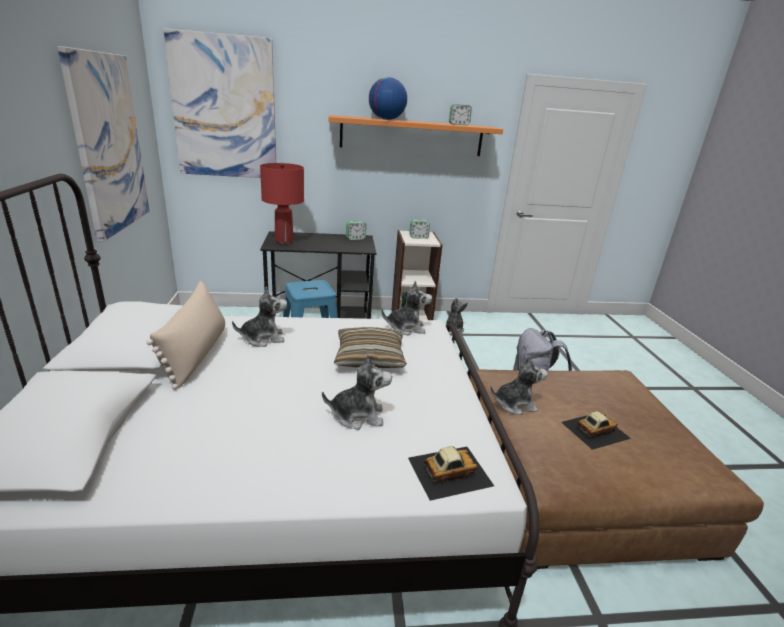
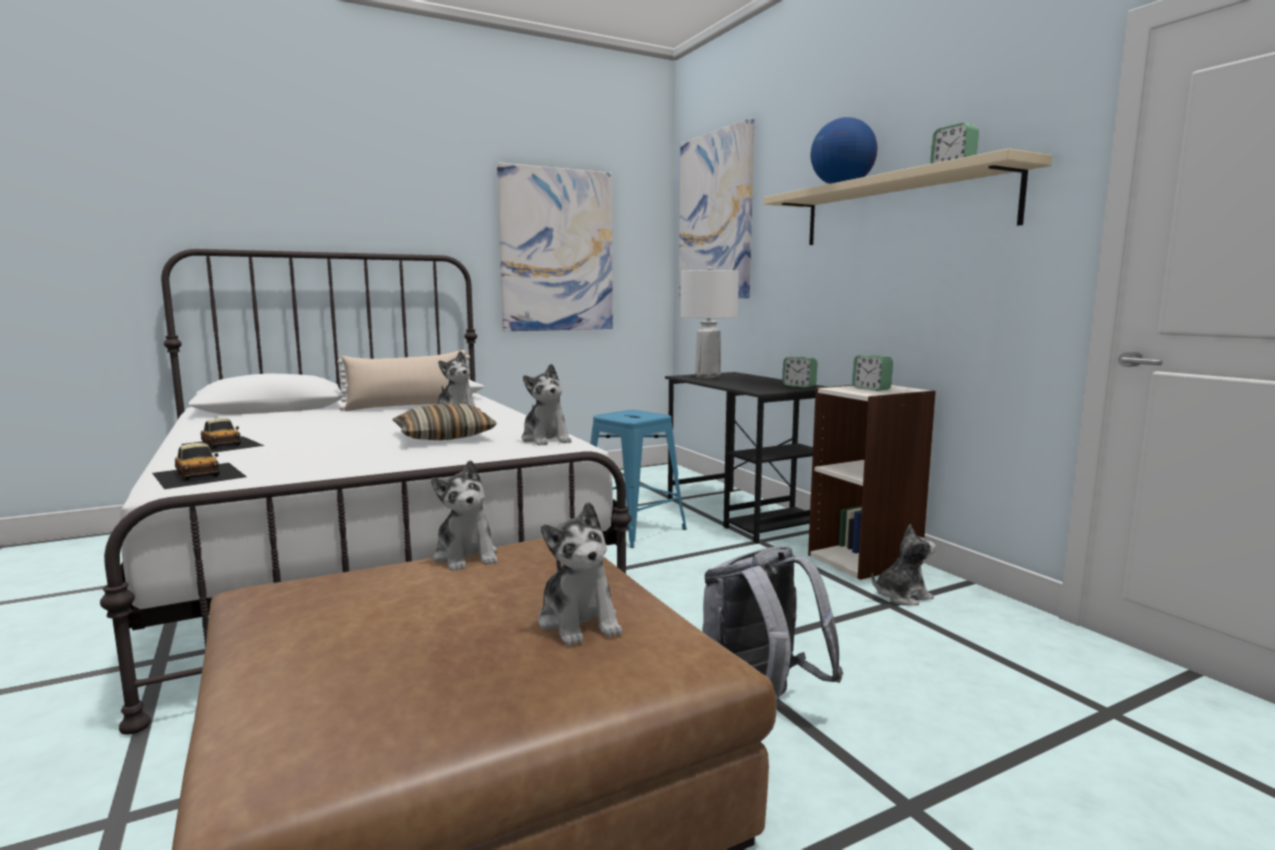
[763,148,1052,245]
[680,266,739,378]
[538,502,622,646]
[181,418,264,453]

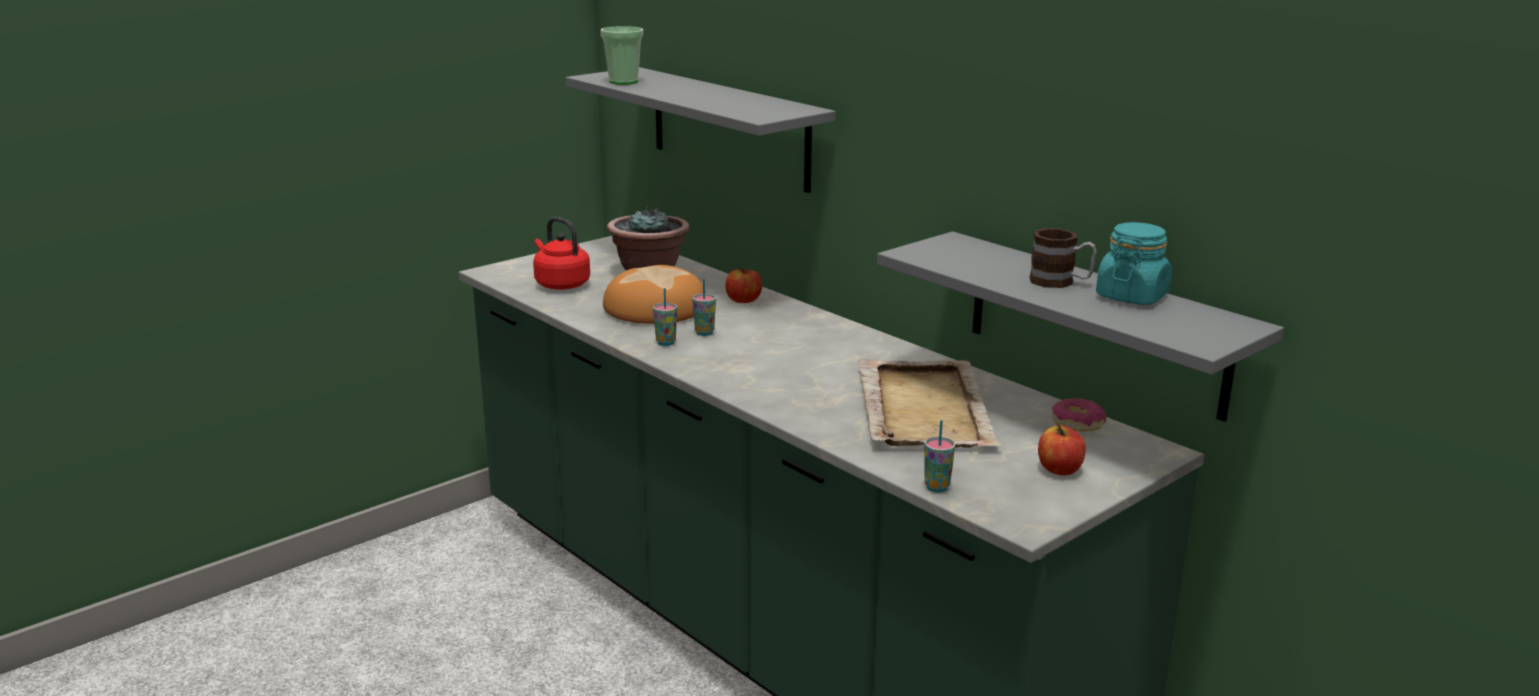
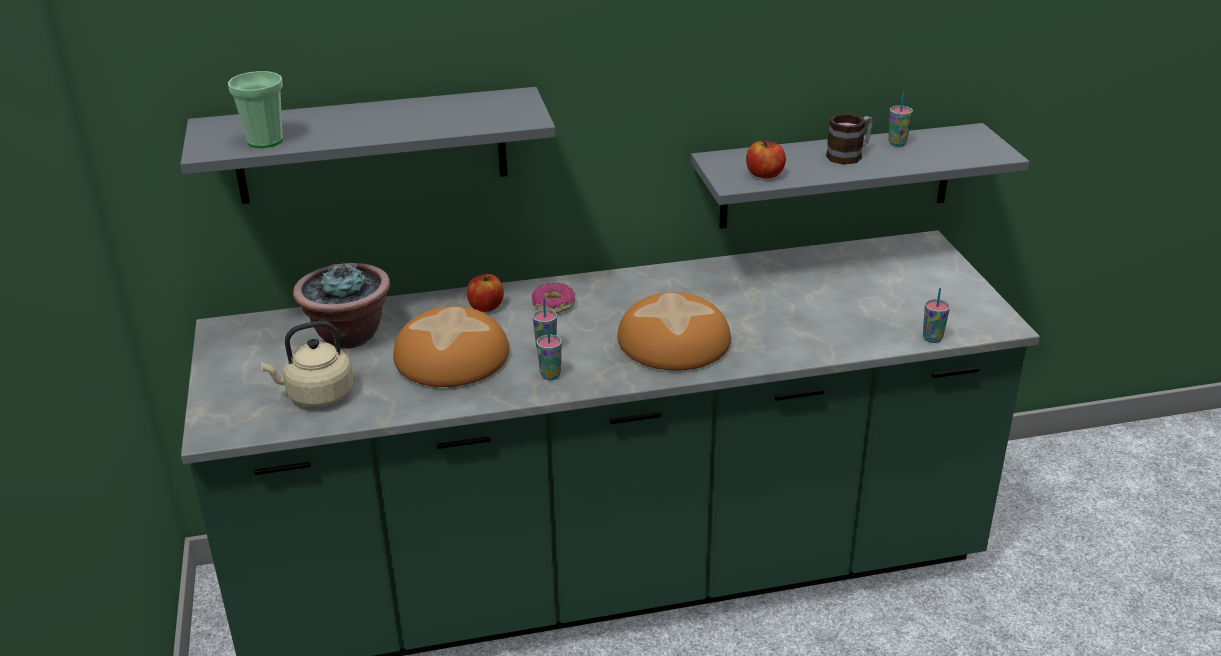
[260,321,354,407]
[888,92,913,147]
[859,359,1001,448] (first image)
[532,282,575,313]
[746,141,786,179]
[618,292,731,371]

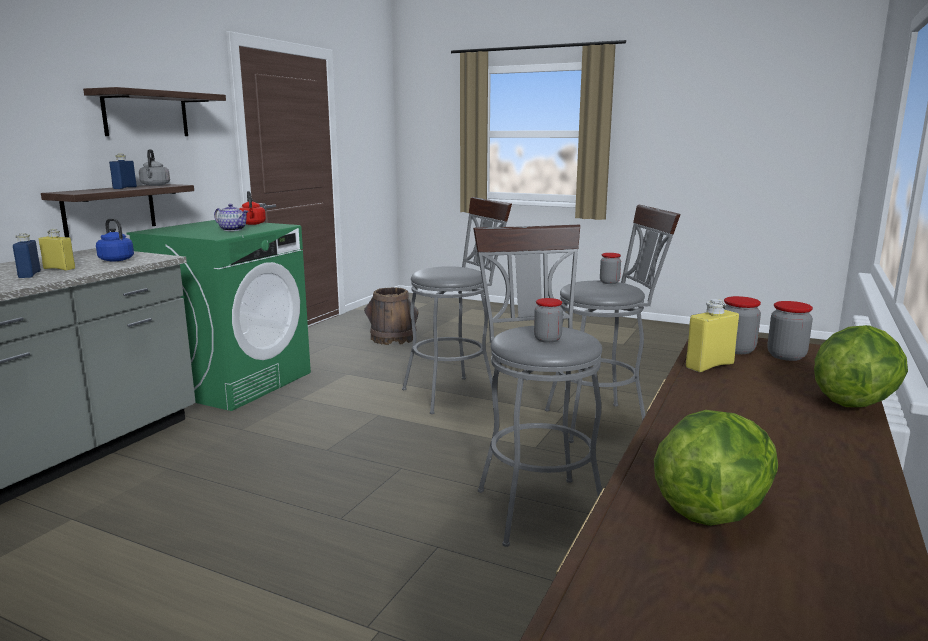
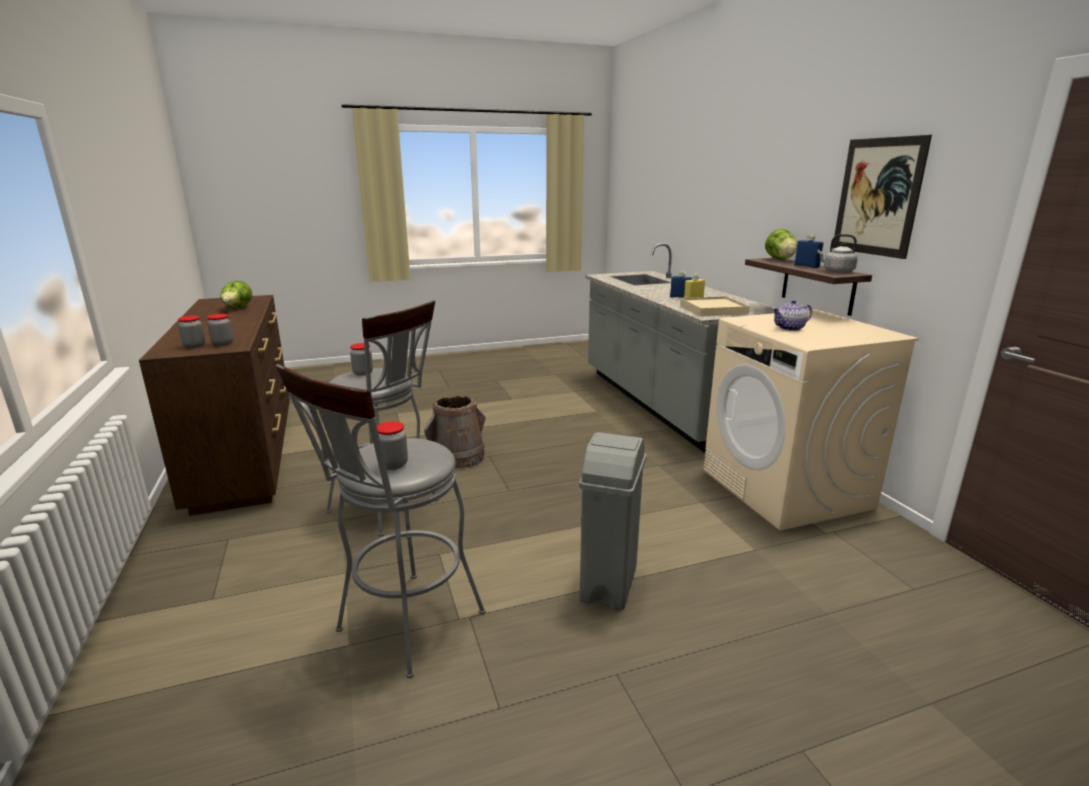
[833,135,932,259]
[240,191,266,225] (first image)
[579,432,646,610]
[680,296,750,316]
[703,310,919,531]
[424,396,485,468]
[686,299,739,372] (first image)
[765,229,797,260]

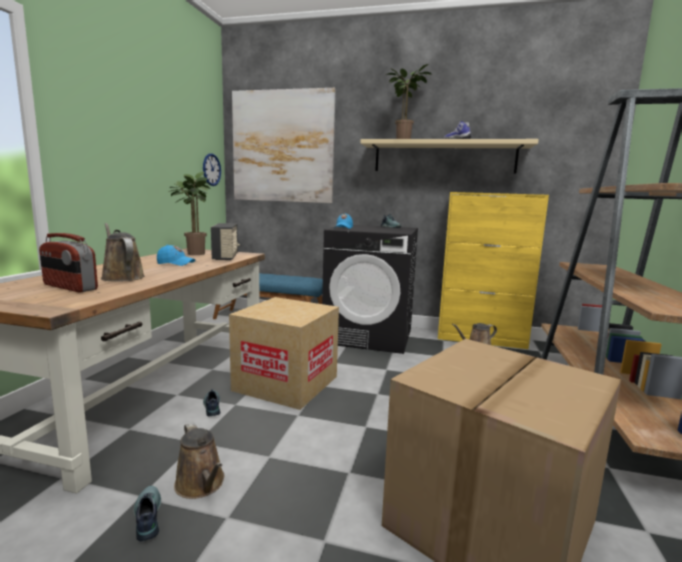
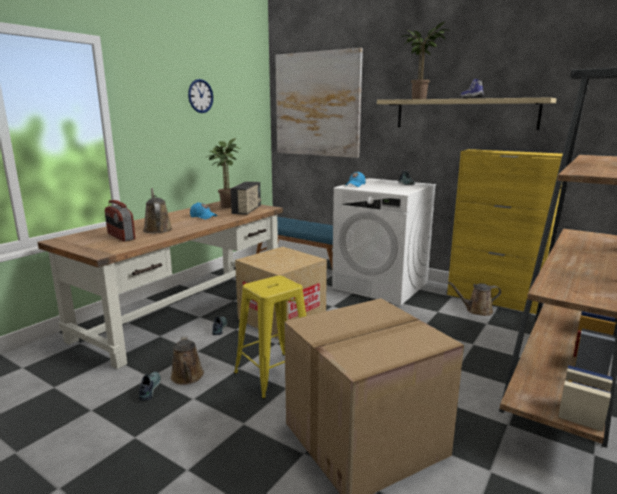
[188,79,213,113]
[332,178,436,305]
[234,276,306,399]

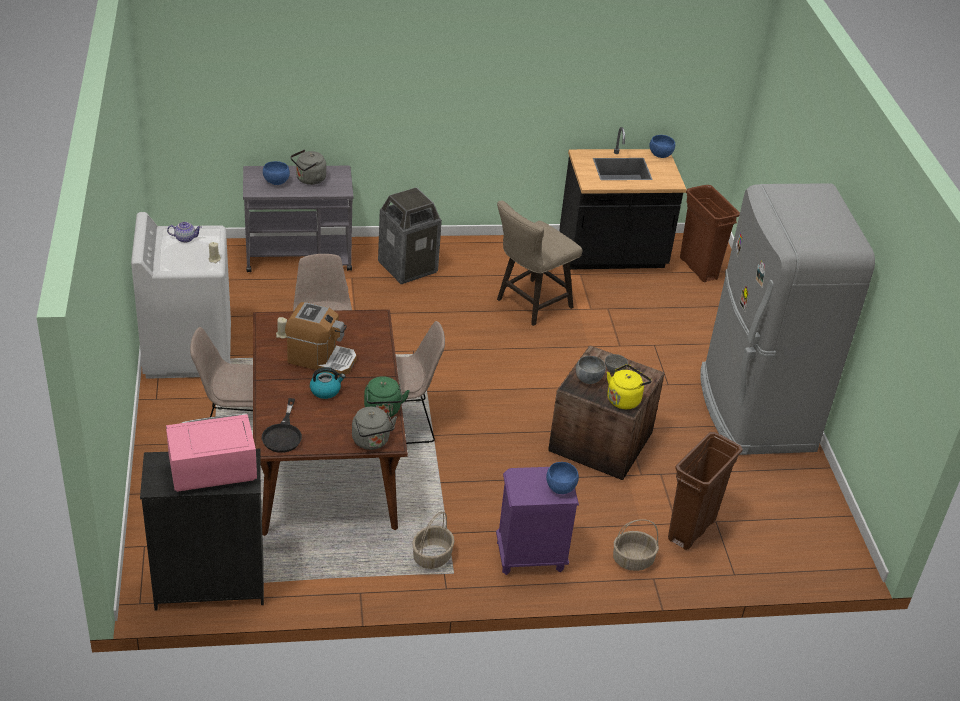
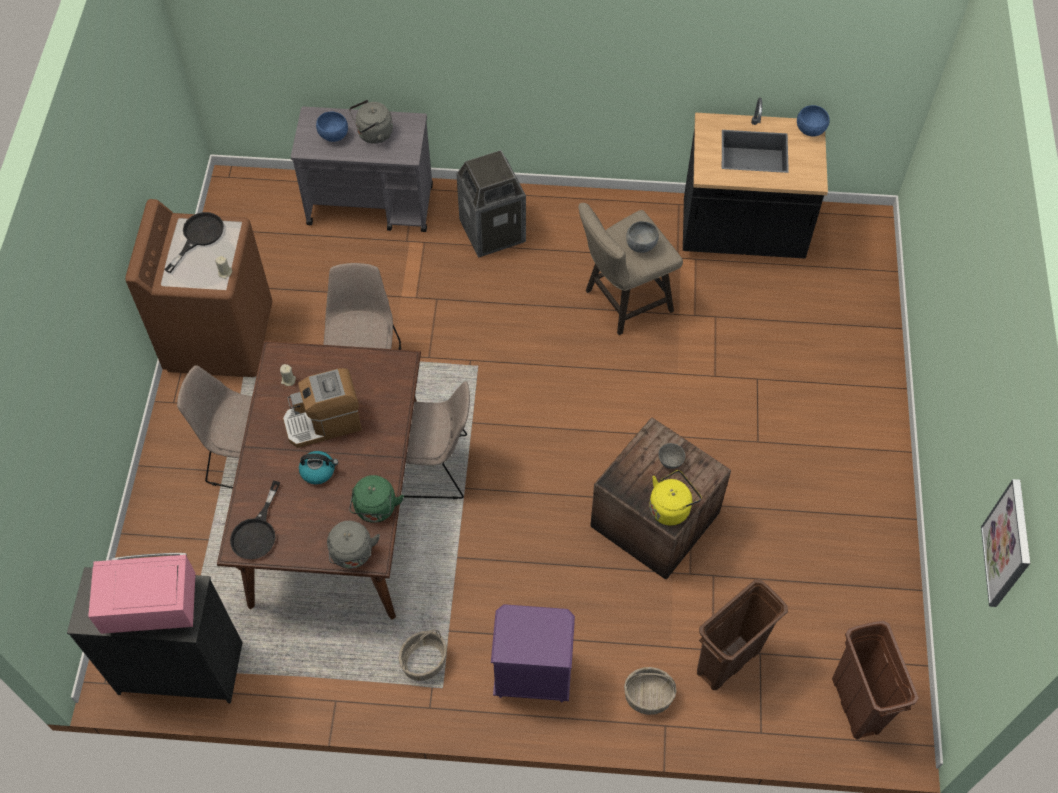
[700,183,875,455] (first image)
[832,621,919,740]
[125,199,272,377]
[164,212,224,273]
[283,368,362,448]
[626,221,659,253]
[546,462,579,494] (first image)
[981,479,1030,607]

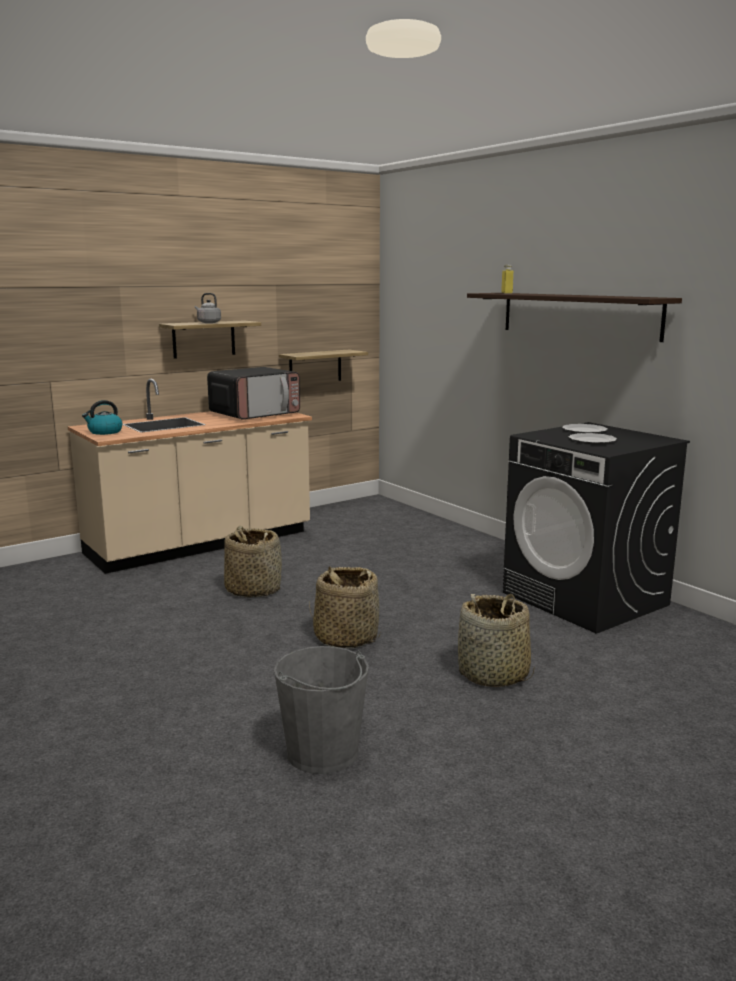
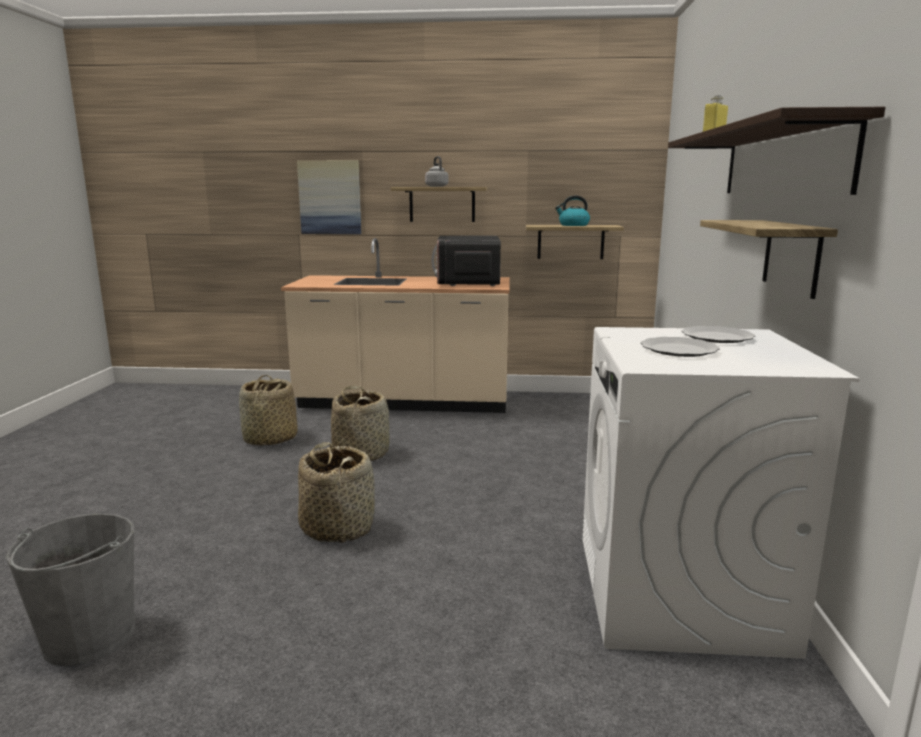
[431,236,501,286]
[555,195,590,226]
[582,327,860,659]
[239,375,297,446]
[297,160,361,234]
[700,220,838,299]

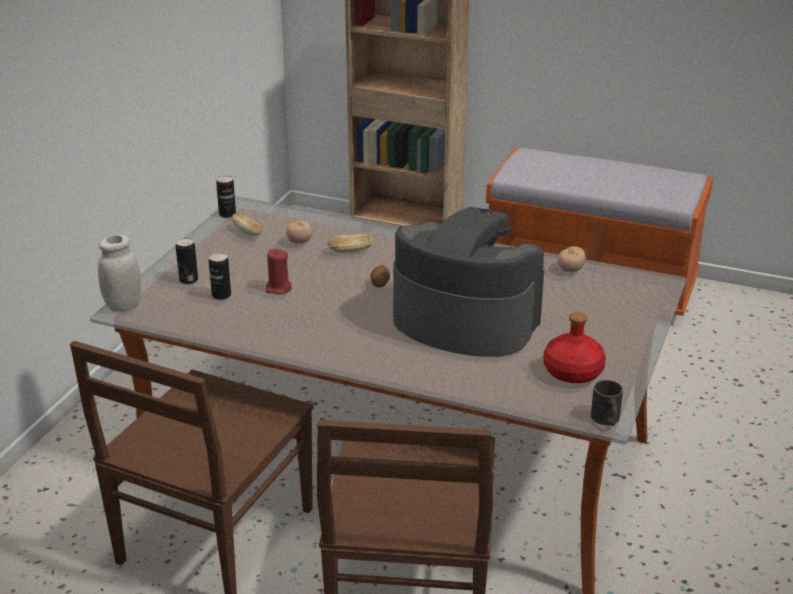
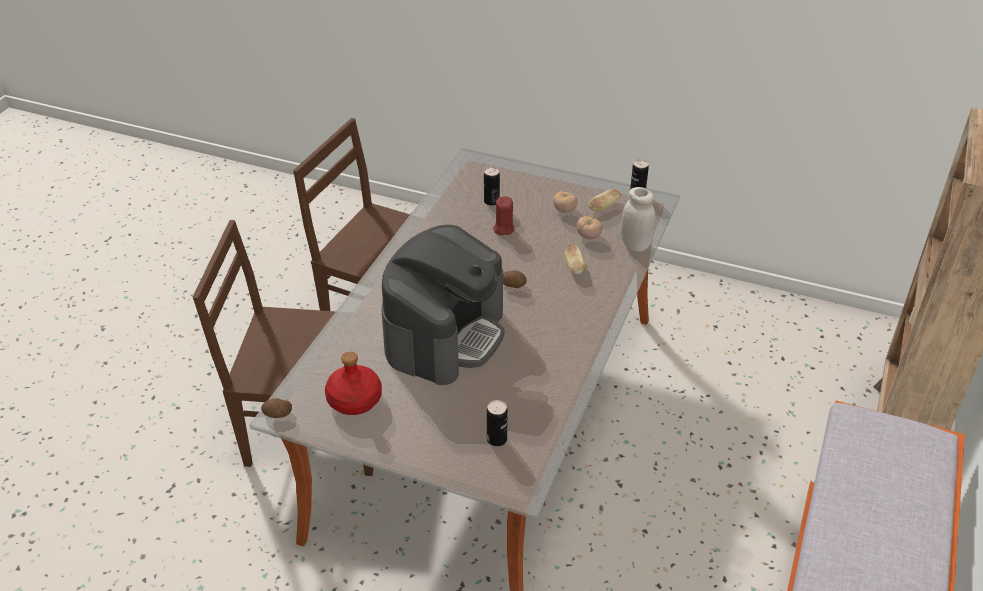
[621,187,656,252]
[487,400,508,446]
[553,191,578,213]
[261,398,292,418]

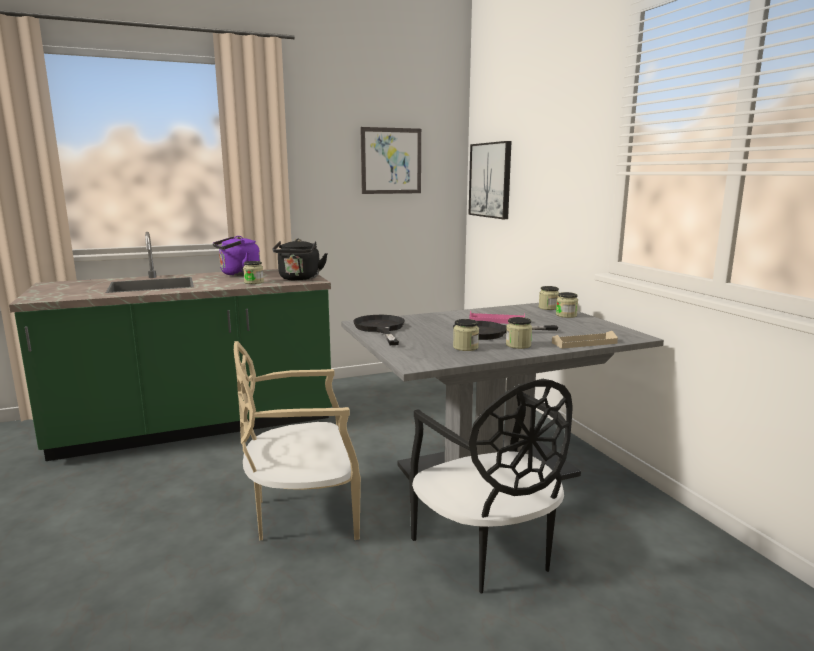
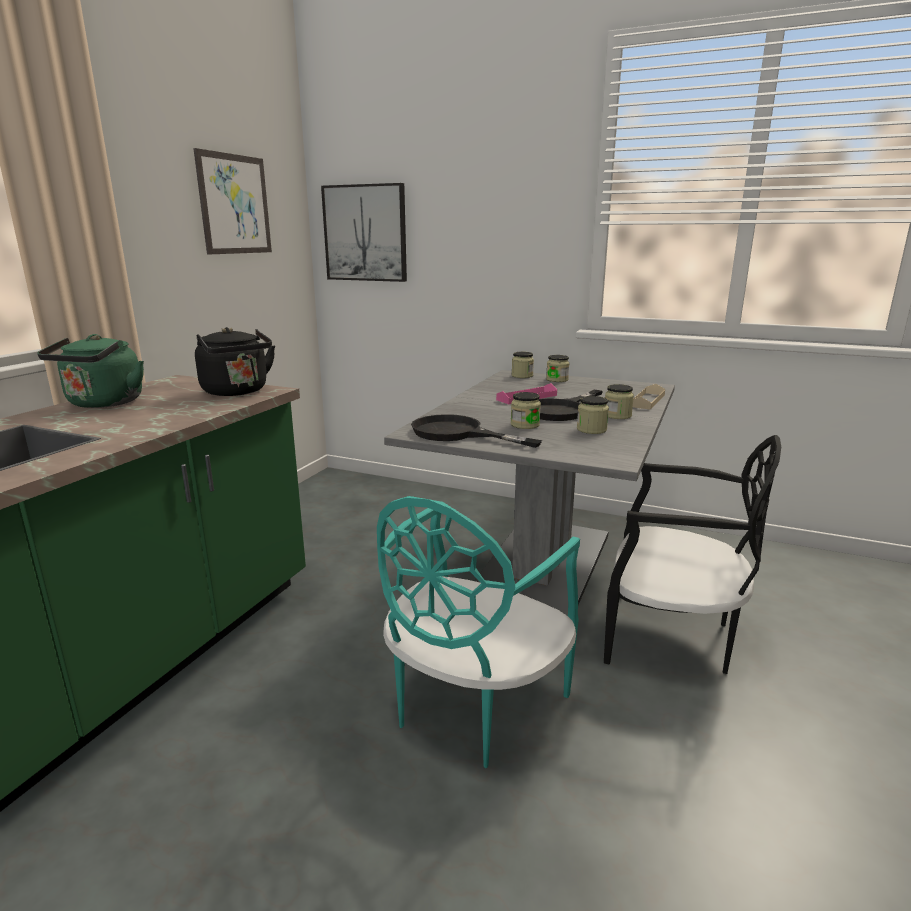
[37,334,144,408]
[511,392,541,429]
[377,496,580,768]

